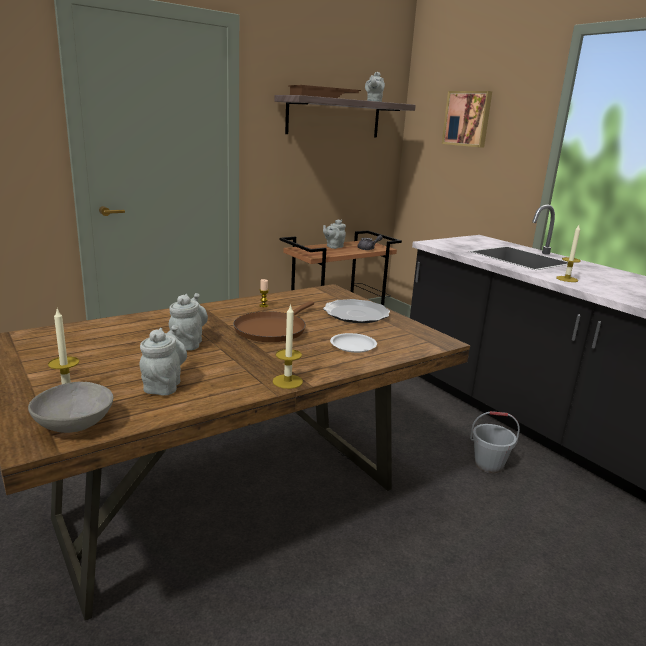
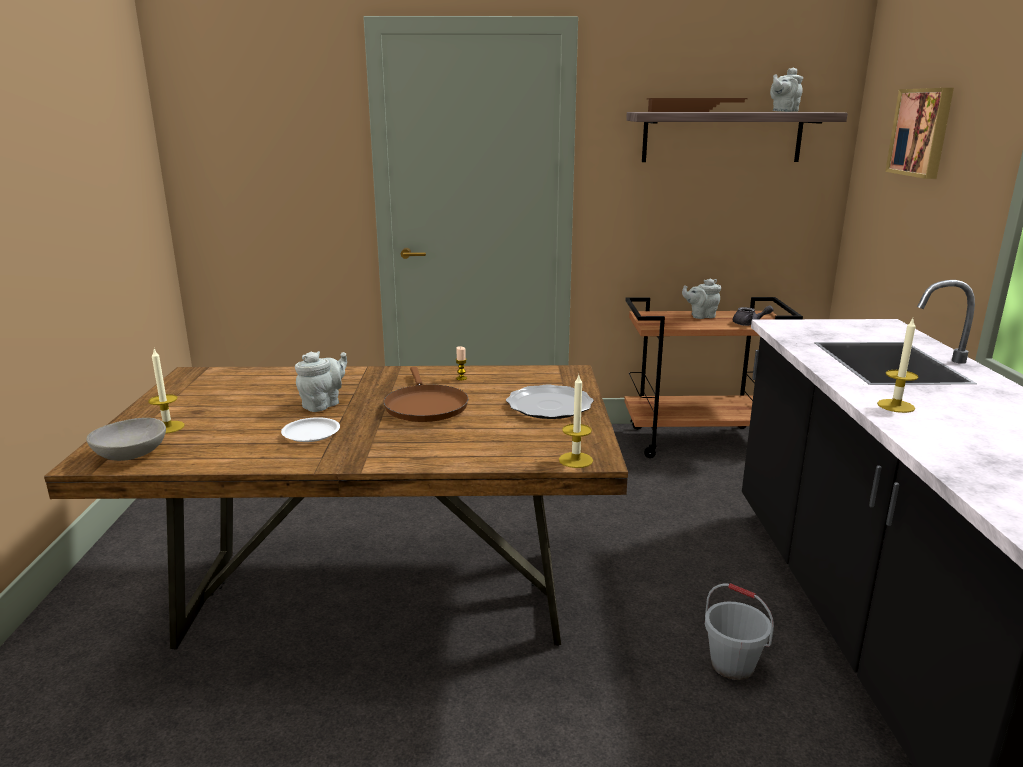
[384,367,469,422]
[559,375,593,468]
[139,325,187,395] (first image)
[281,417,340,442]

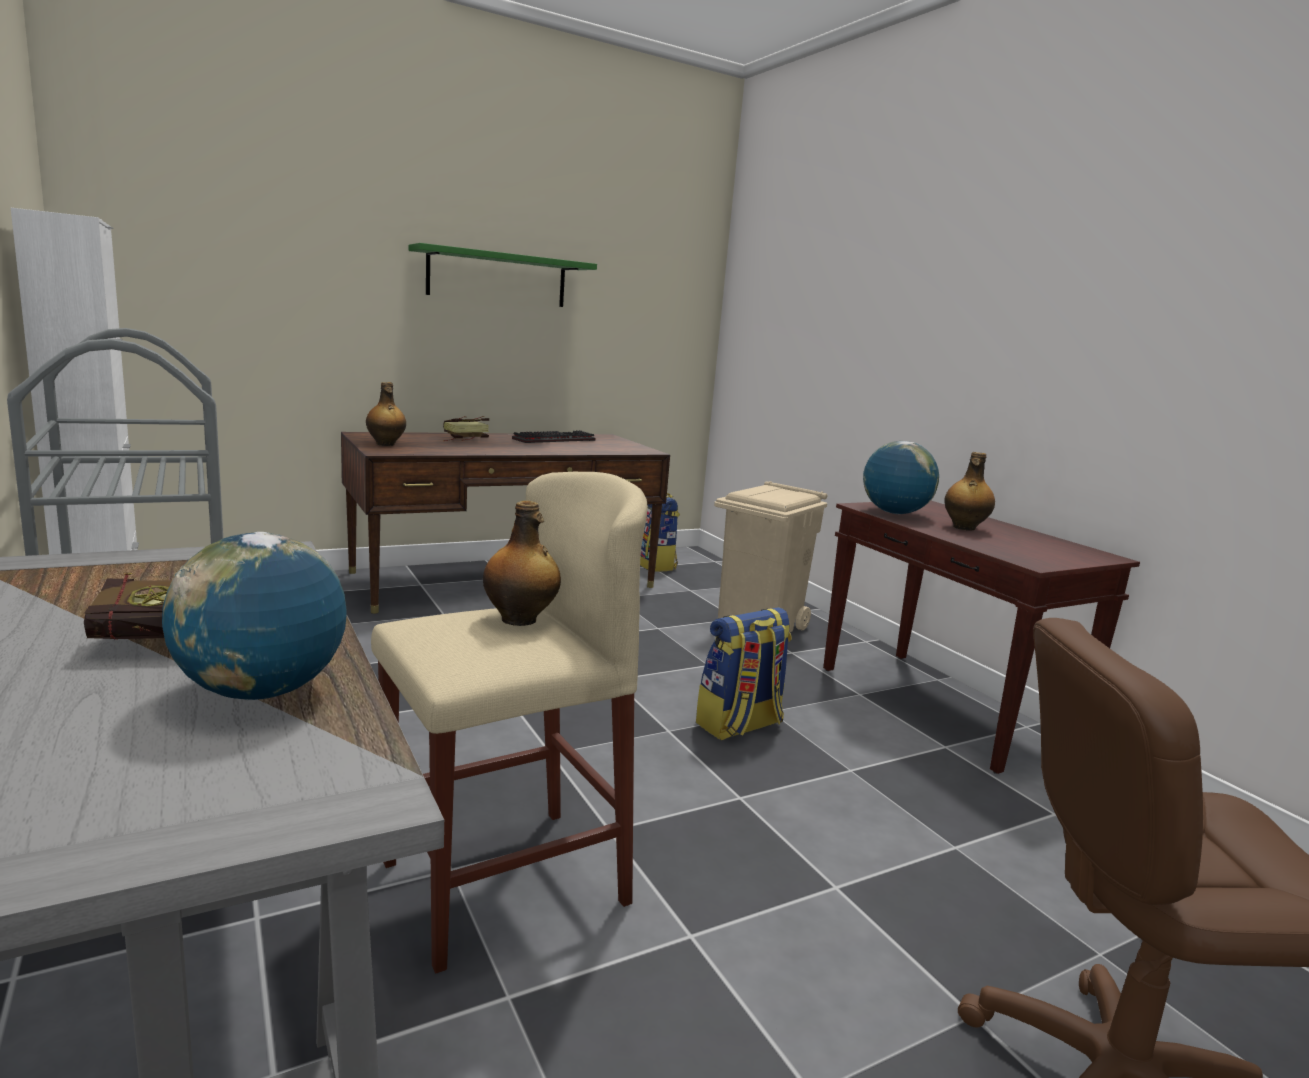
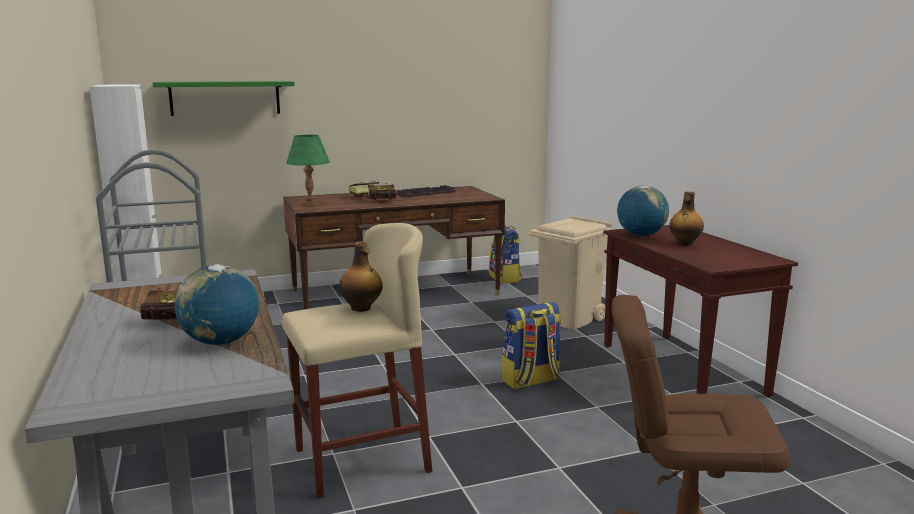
[152,81,295,116]
[286,135,330,206]
[368,183,401,201]

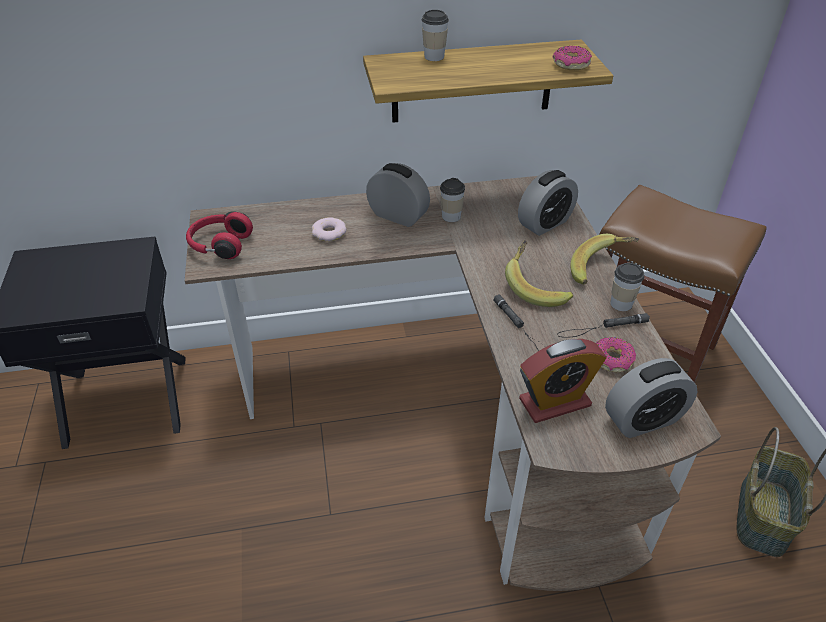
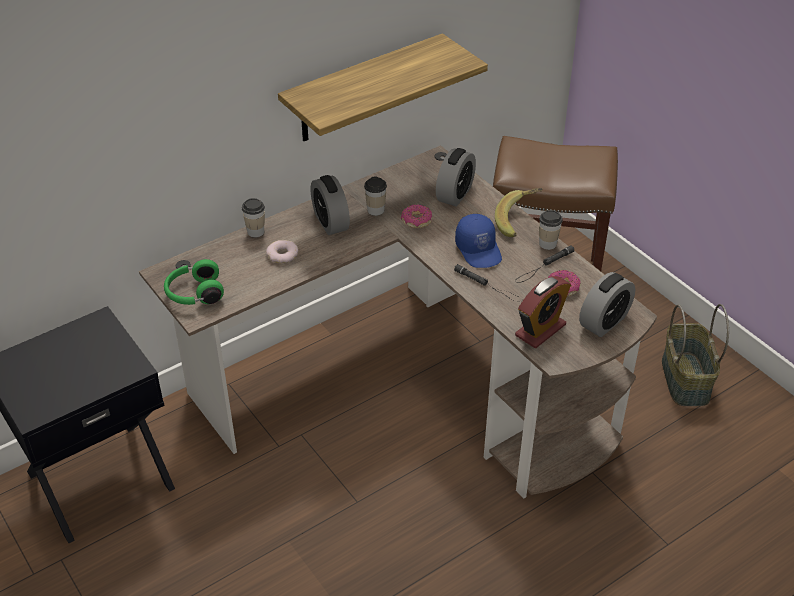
[242,198,265,238]
[401,204,432,228]
[311,175,350,235]
[164,259,224,305]
[455,214,502,268]

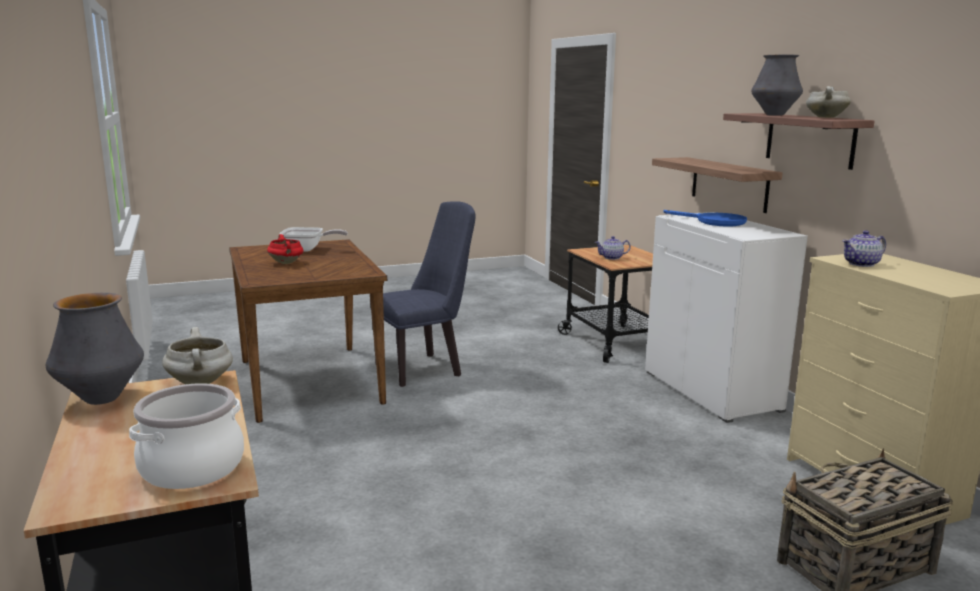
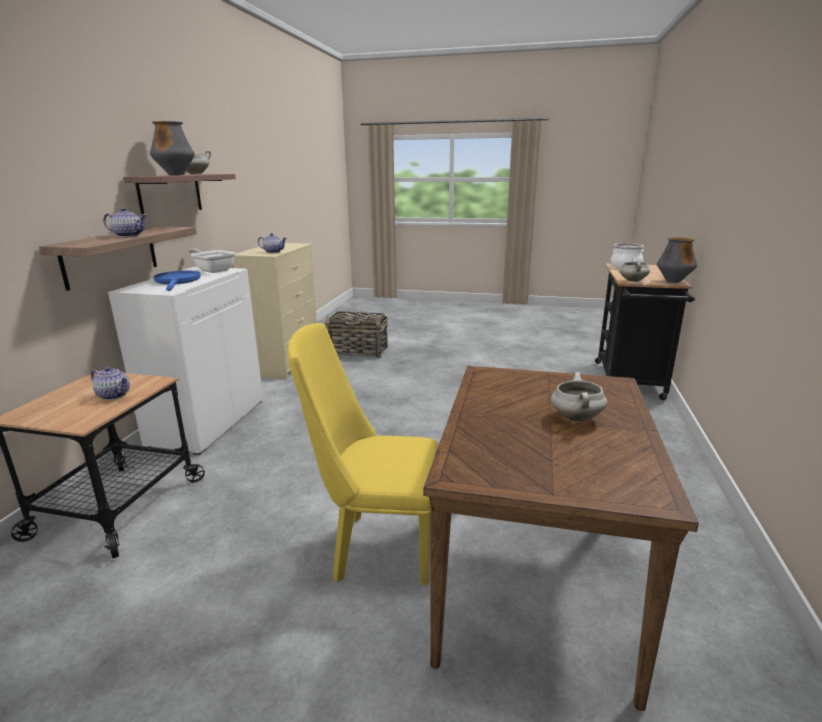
[288,323,438,585]
[188,249,235,273]
[551,372,607,422]
[103,208,147,237]

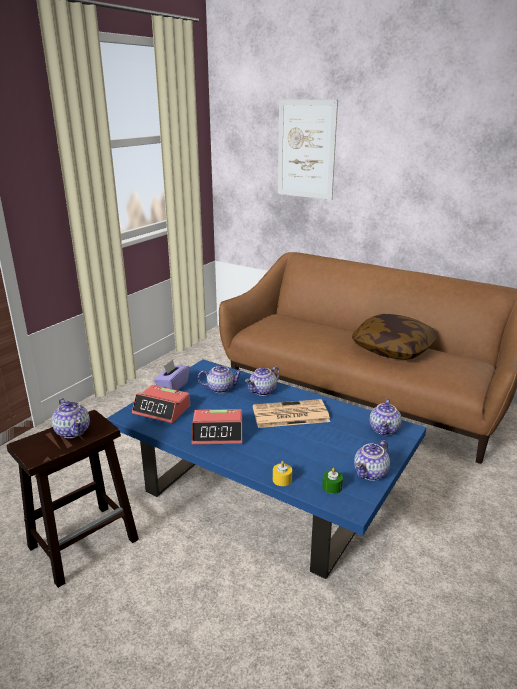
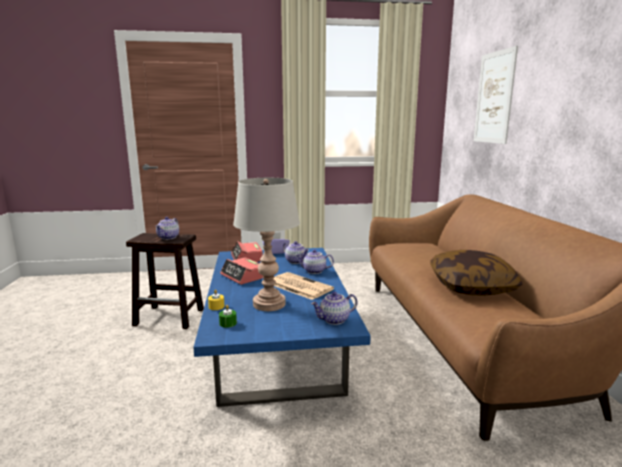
[354,440,390,481] (first image)
[233,178,300,311]

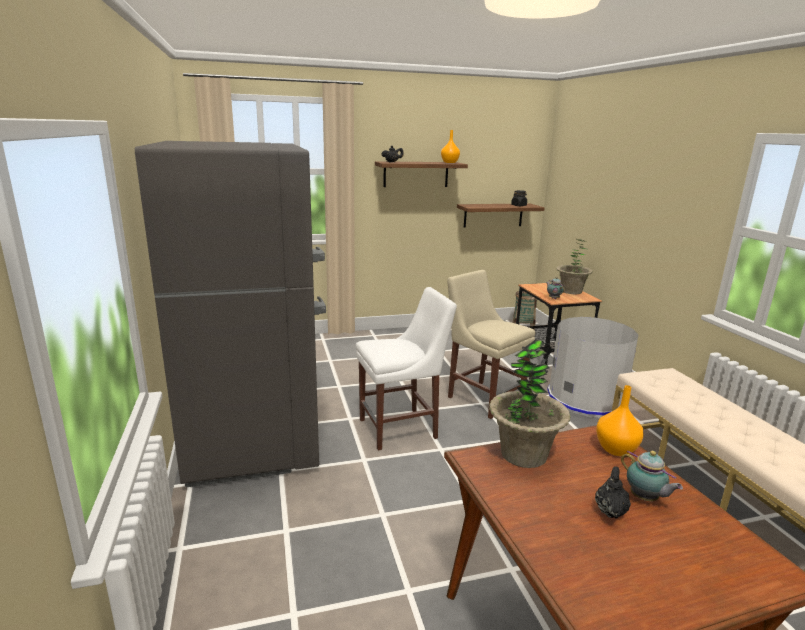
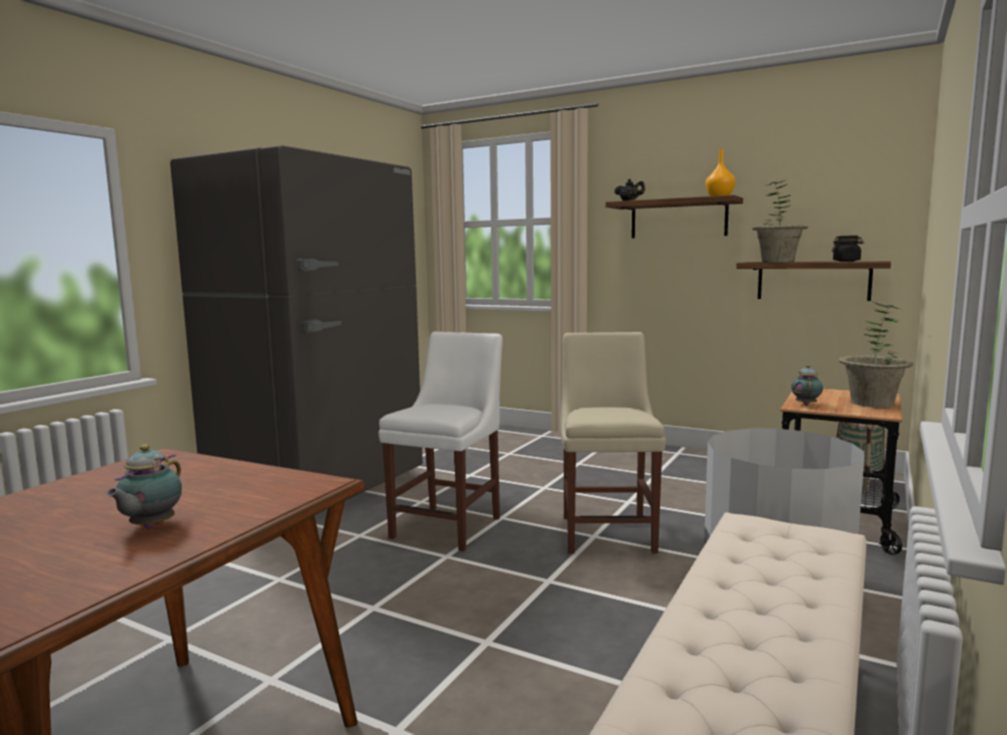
[378,332,503,551]
[752,179,808,262]
[596,385,644,456] (first image)
[595,466,631,518] (first image)

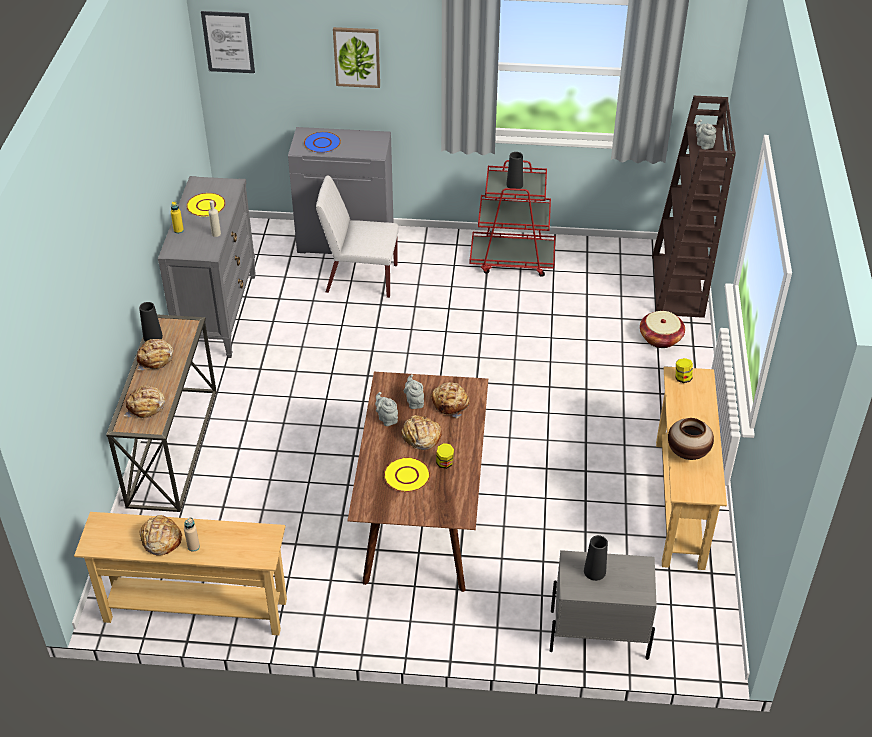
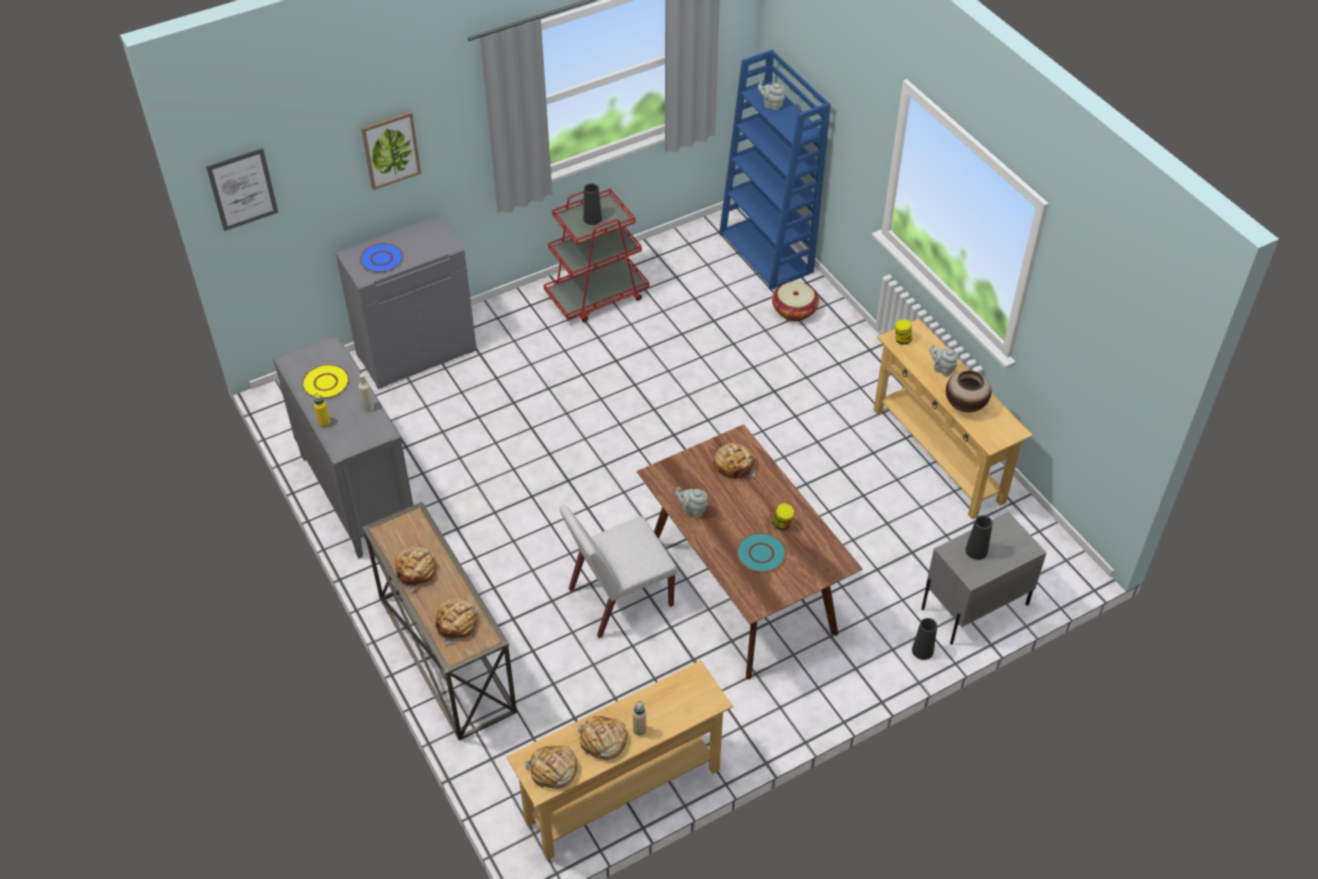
[719,50,831,290]
[560,505,677,638]
[912,618,937,660]
[929,344,958,376]
[524,746,577,789]
[737,533,786,572]

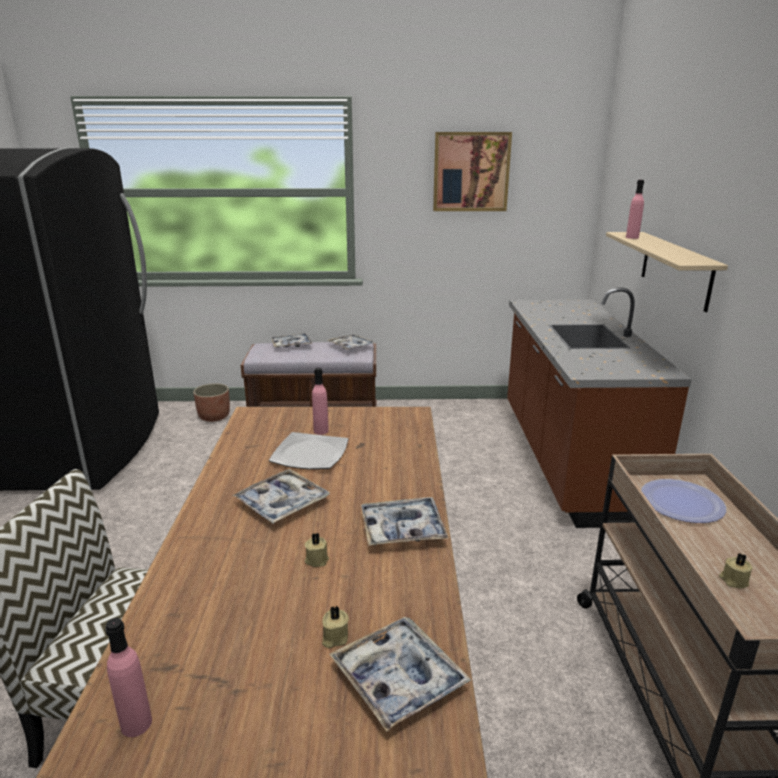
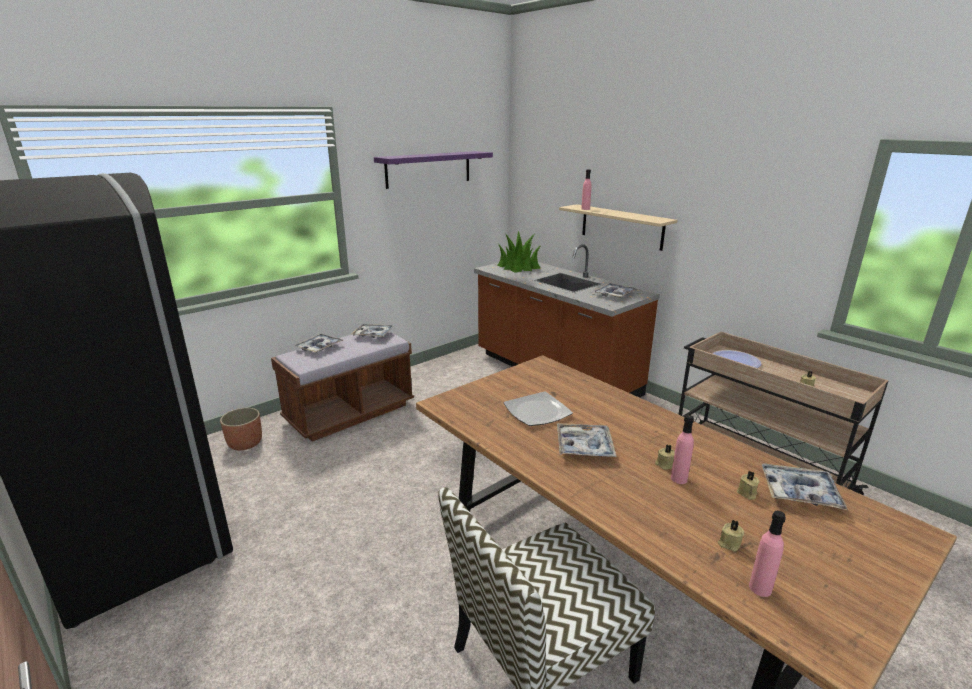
[374,151,493,189]
[671,415,694,484]
[593,283,638,298]
[497,231,541,273]
[718,520,744,552]

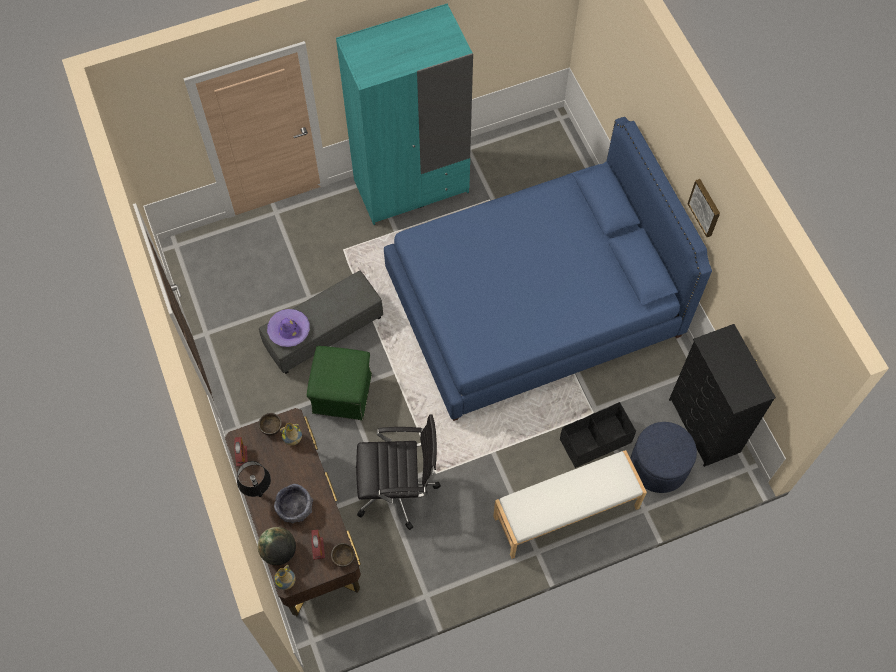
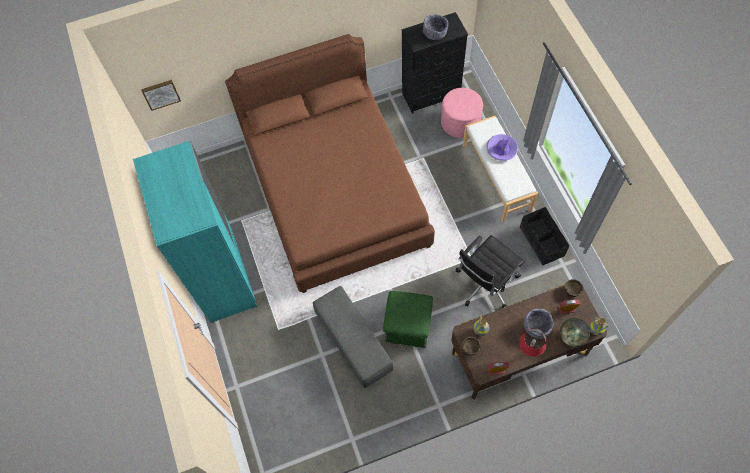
[225,34,435,293]
[141,80,181,111]
[487,134,518,161]
[520,207,570,266]
[456,235,525,308]
[441,88,483,138]
[519,328,546,357]
[422,14,448,40]

